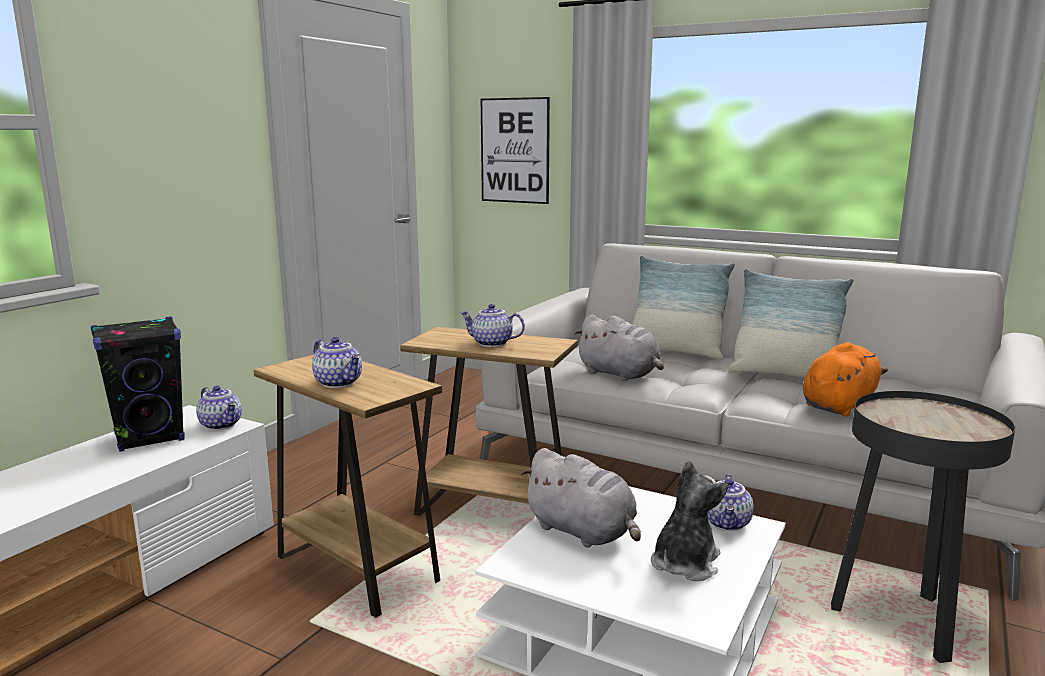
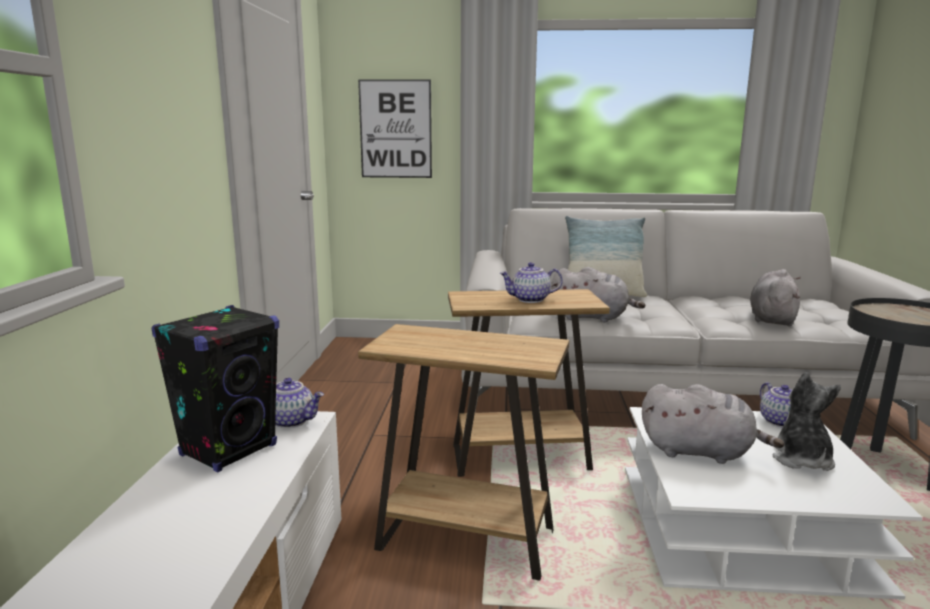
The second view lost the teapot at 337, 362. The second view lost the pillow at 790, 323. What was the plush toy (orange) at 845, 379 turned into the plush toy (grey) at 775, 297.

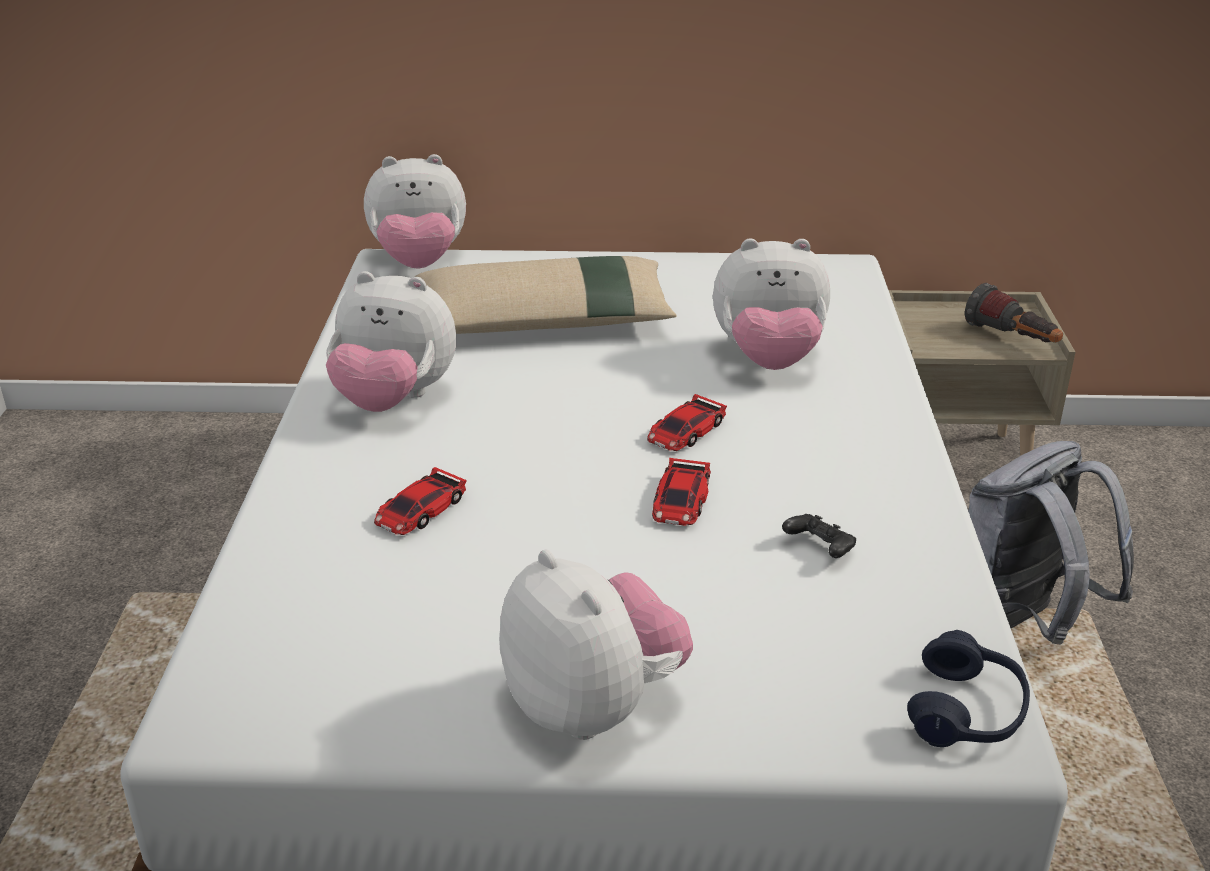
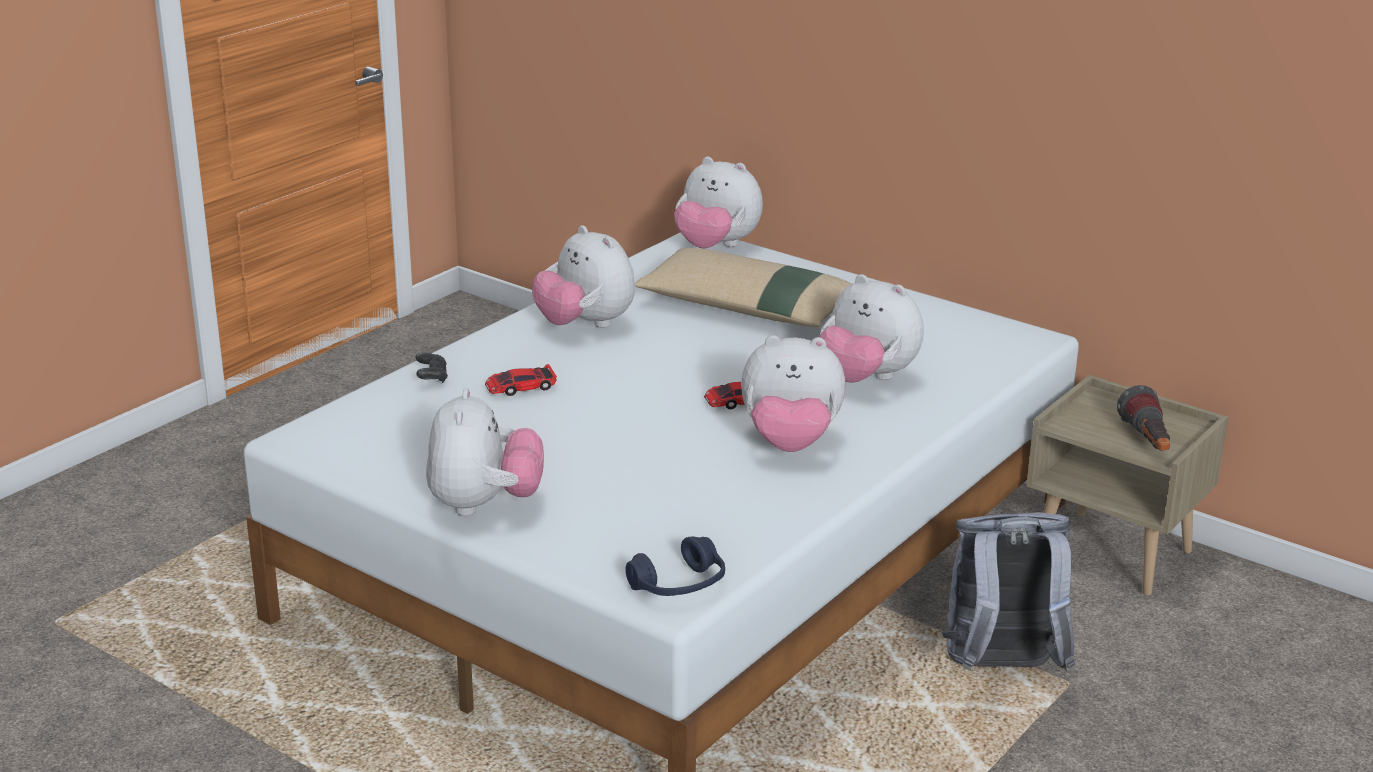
The second view lost the toy car at 681, 492. The second view gained the plush toy at 793, 393. The game controller (black) ended up elsewhere, having gone from 819, 536 to 432, 368.

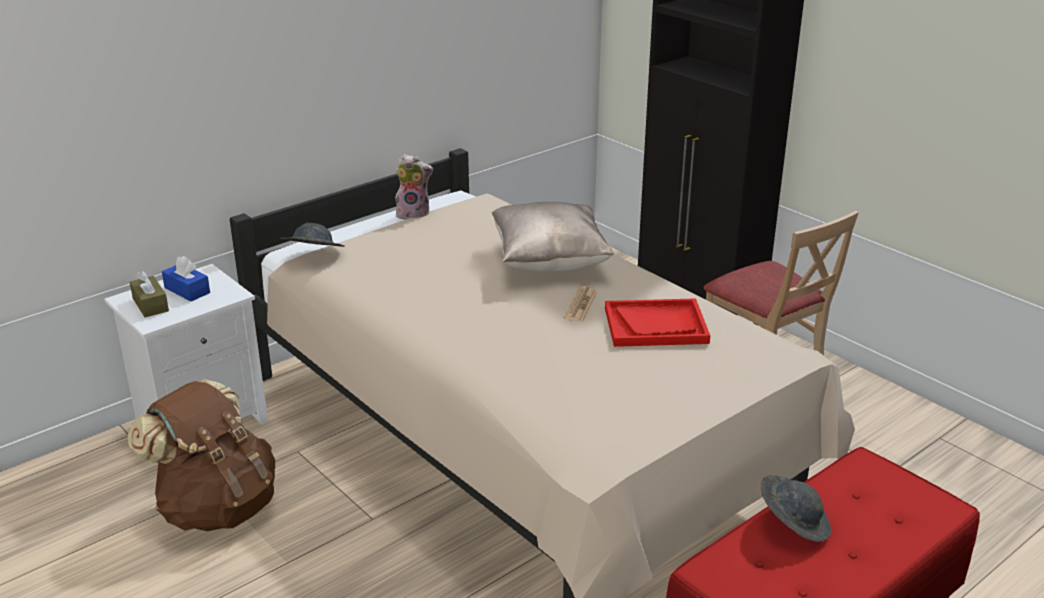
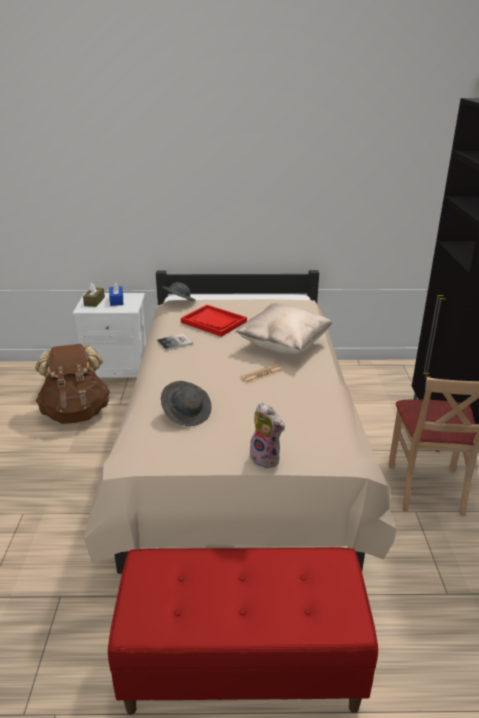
The second view gained the book at 175, 342. The plush toy ended up elsewhere, having gone from 414, 187 to 266, 436. The tray (red) ended up elsewhere, having gone from 657, 322 to 214, 321. The hat (grey) ended up elsewhere, having gone from 796, 508 to 186, 403.

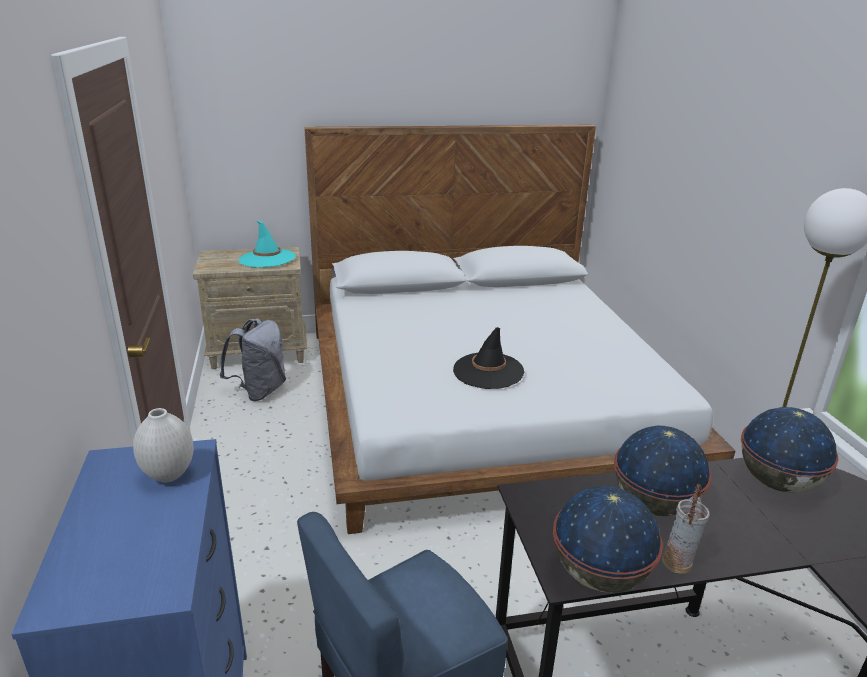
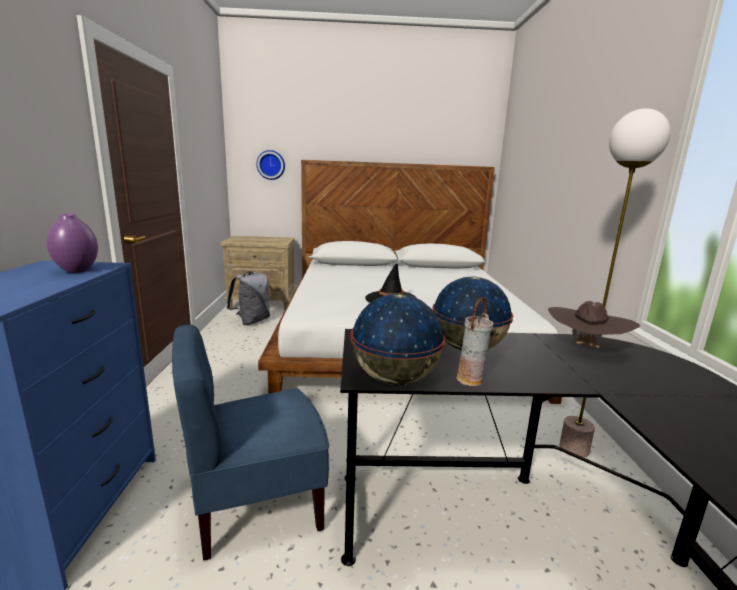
The second view lost the hat (turquoise) at 267, 244. The second view gained the wall clock at 271, 165. Where the globe stood at 789, 449, the hat (brown) came to stand at 594, 324. What was the vase (white) at 163, 445 turned into the vase (purple) at 72, 243.

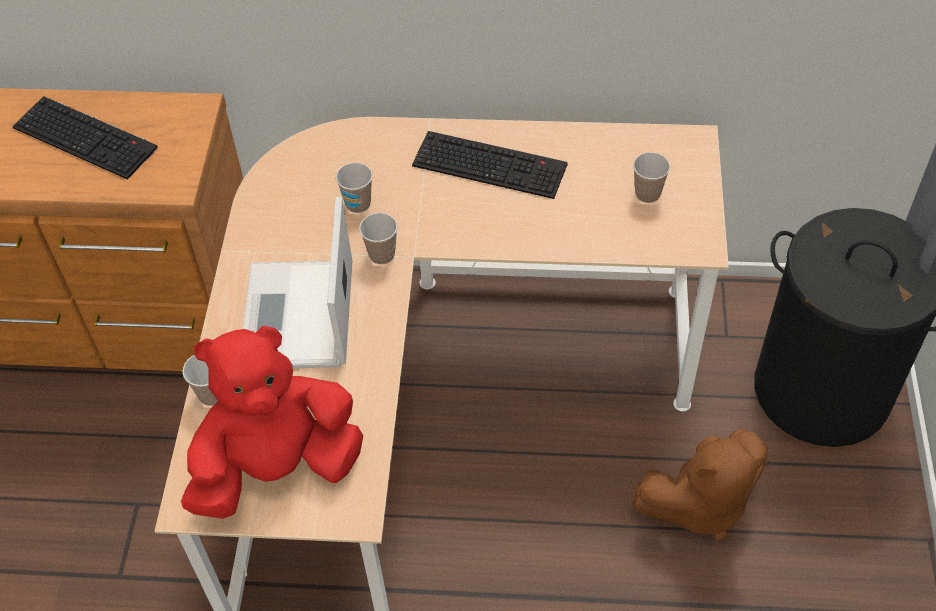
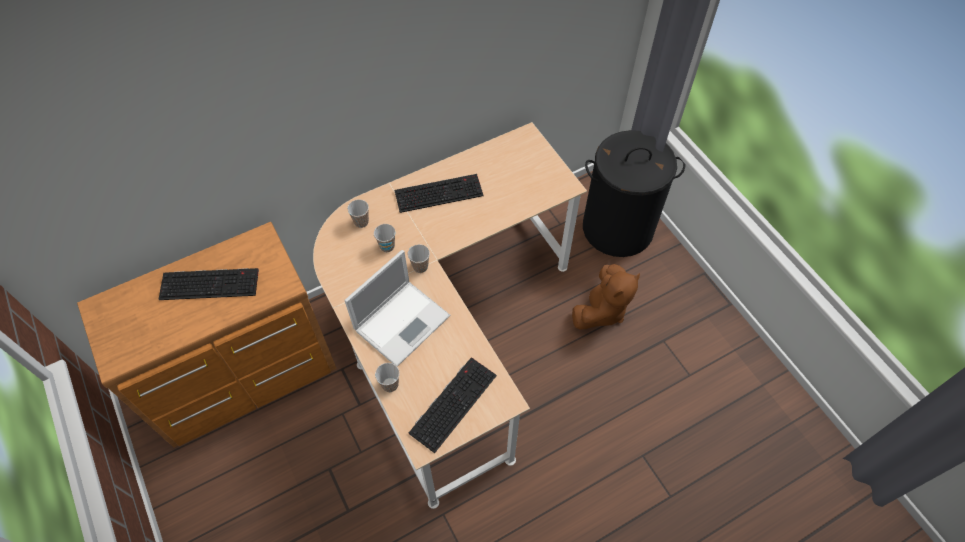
The cup ended up elsewhere, having gone from 651, 177 to 358, 213. Where the plush toy (red) stood at 272, 422, the keyboard came to stand at 453, 405. The laptop at 297, 282 ended up facing another way, 105 degrees counterclockwise from before.

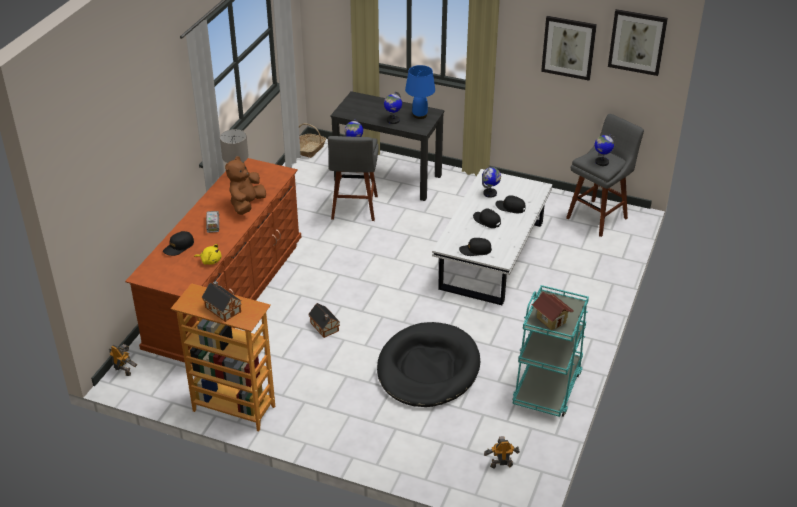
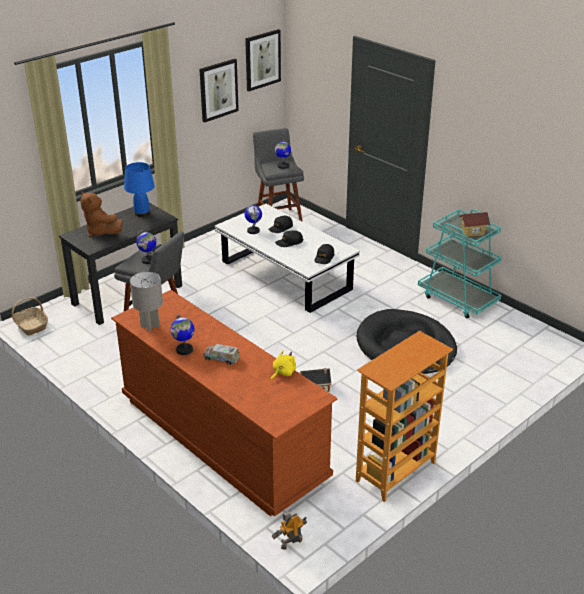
The second view lost the cap (black) at 178, 243. The second view lost the toy house at 222, 301. The second view lost the toy robot at 502, 452. The plush toy (brown) ended up elsewhere, having gone from 245, 185 to 101, 214. The globe ended up elsewhere, having gone from 393, 108 to 182, 334.

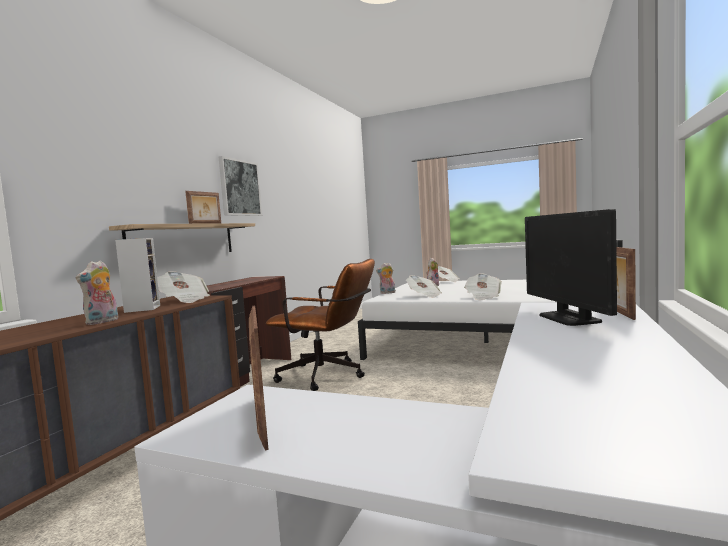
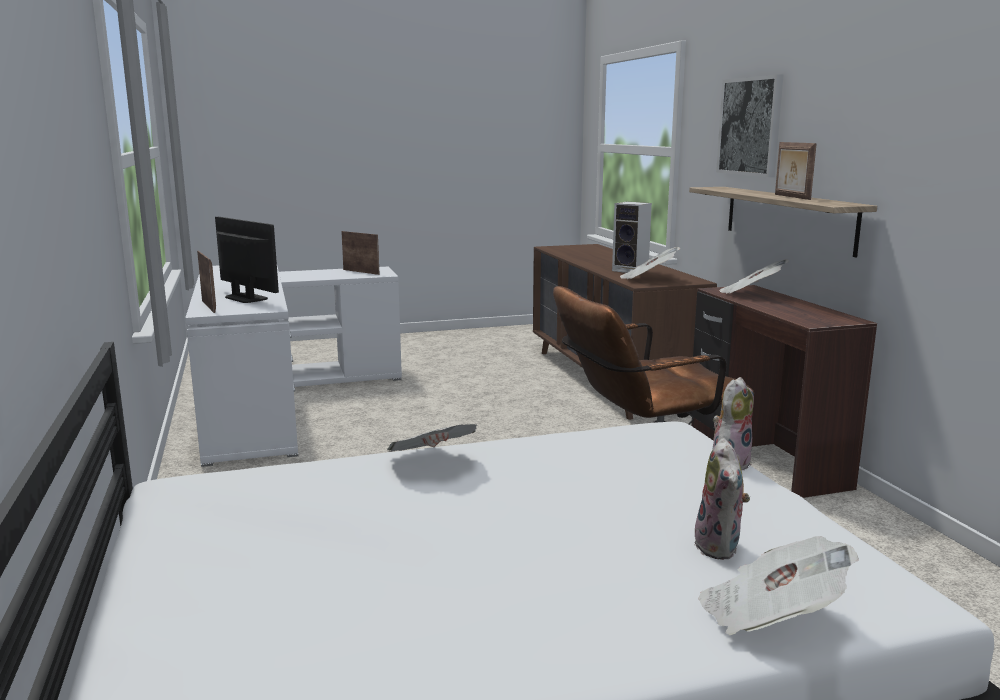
The second view lost the plush toy at 96, 293. The picture ended up elsewhere, having gone from 240, 186 to 749, 125. The newspaper ended up elsewhere, having gone from 424, 286 to 754, 276.

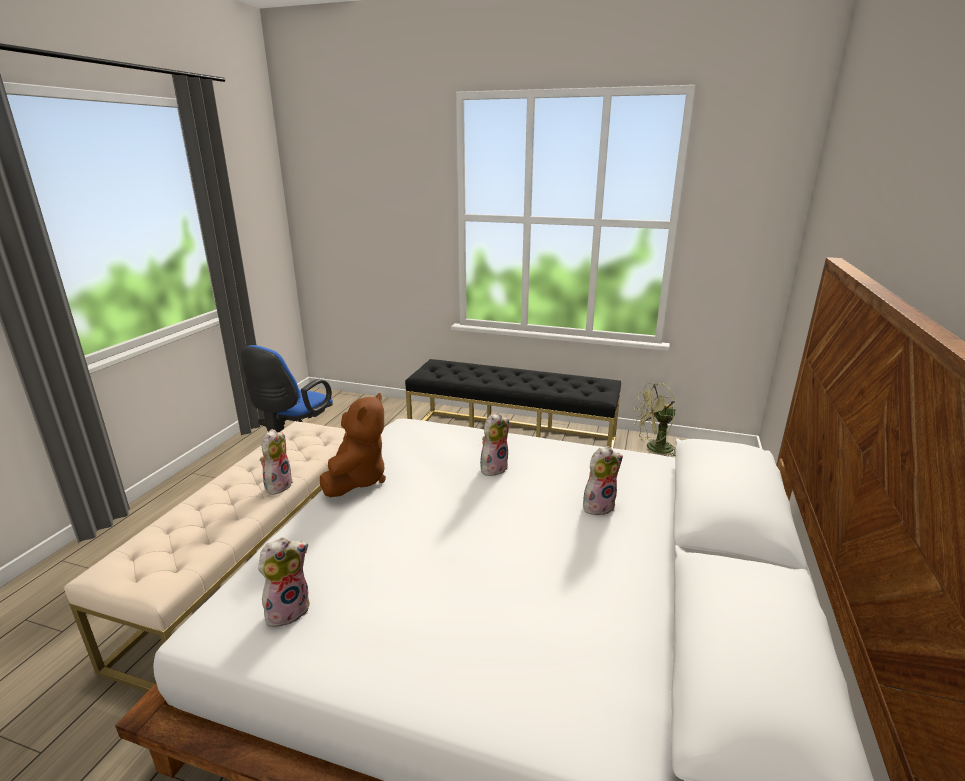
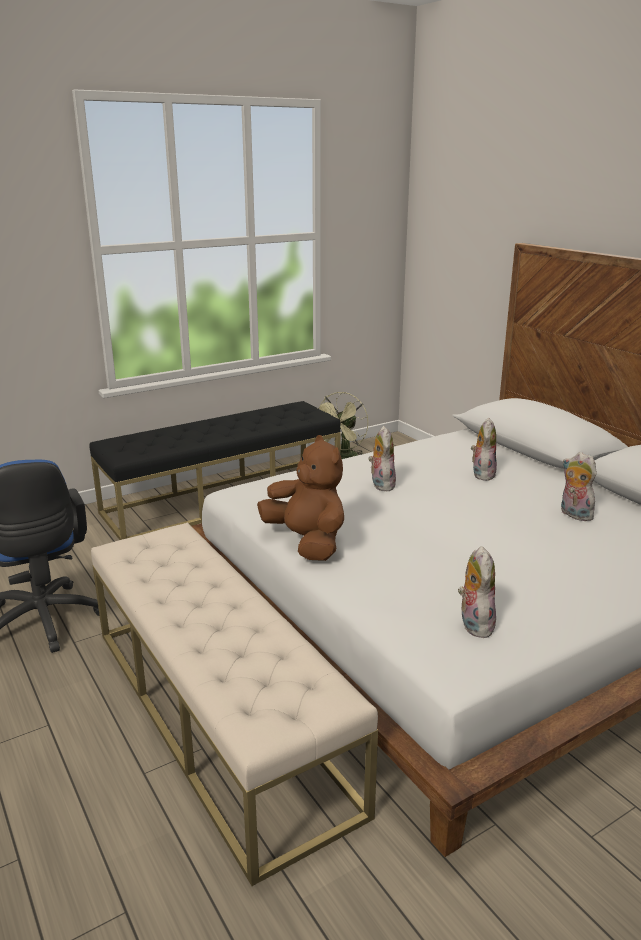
The plush toy ended up elsewhere, having gone from 276, 462 to 579, 486.

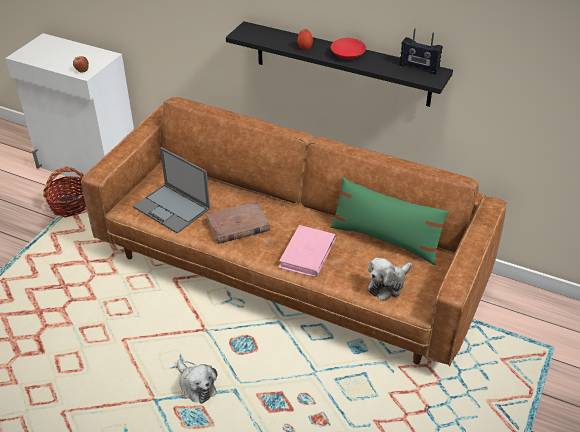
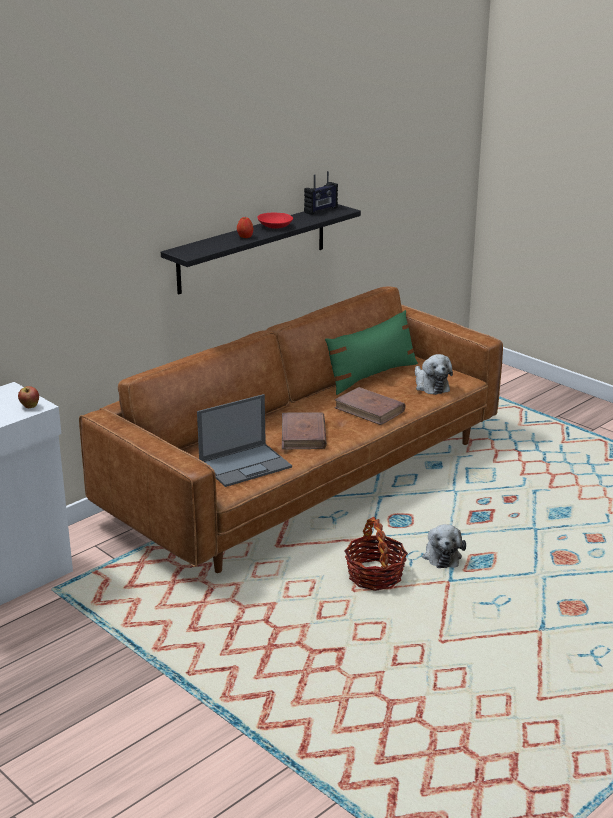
The basket ended up elsewhere, having gone from 64, 192 to 376, 554. What was the book (pink) at 307, 251 turned into the book (brown) at 369, 406. The plush toy at 197, 381 ended up facing another way, 105 degrees clockwise from before.

